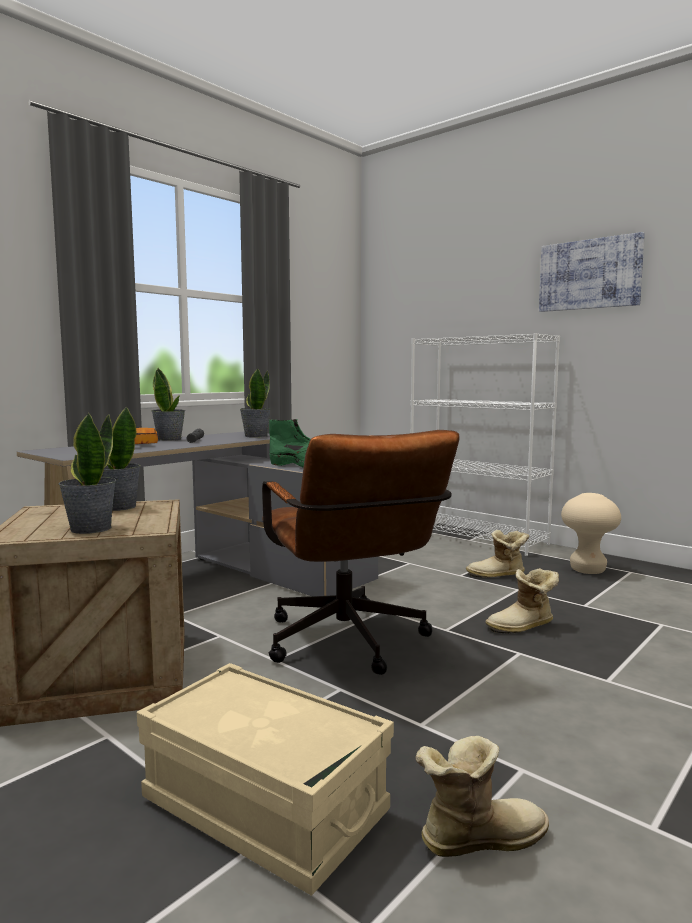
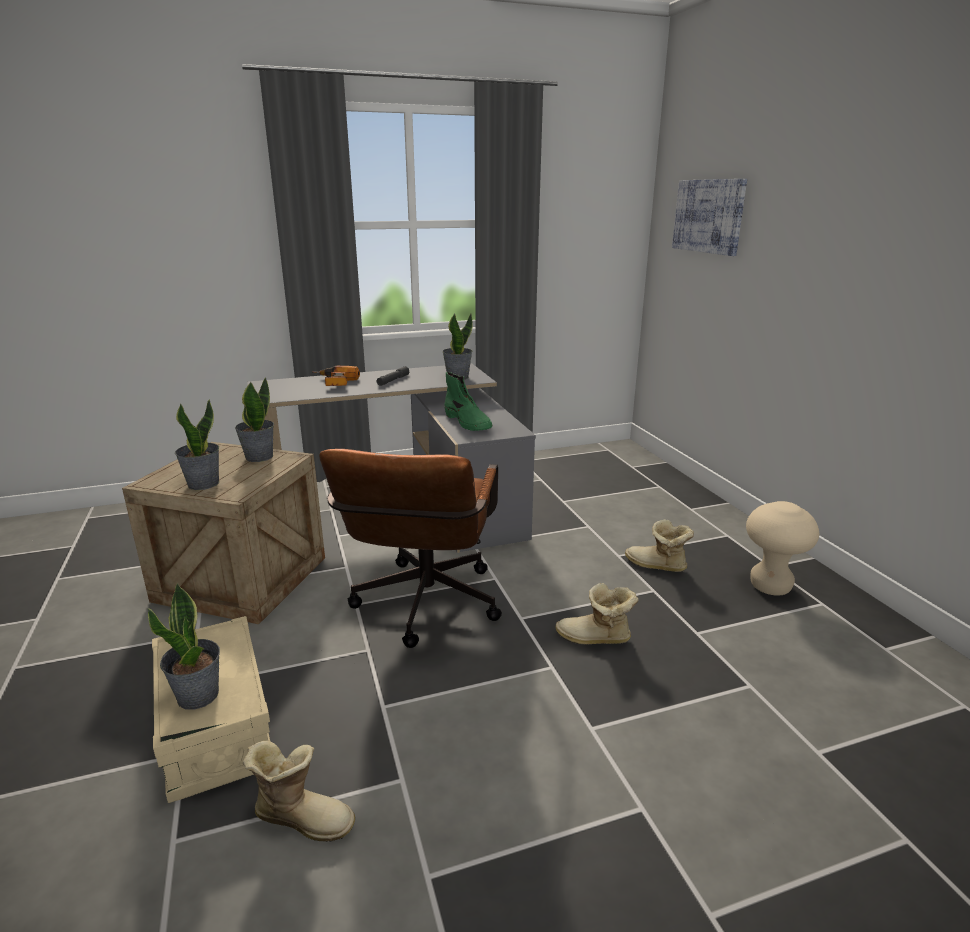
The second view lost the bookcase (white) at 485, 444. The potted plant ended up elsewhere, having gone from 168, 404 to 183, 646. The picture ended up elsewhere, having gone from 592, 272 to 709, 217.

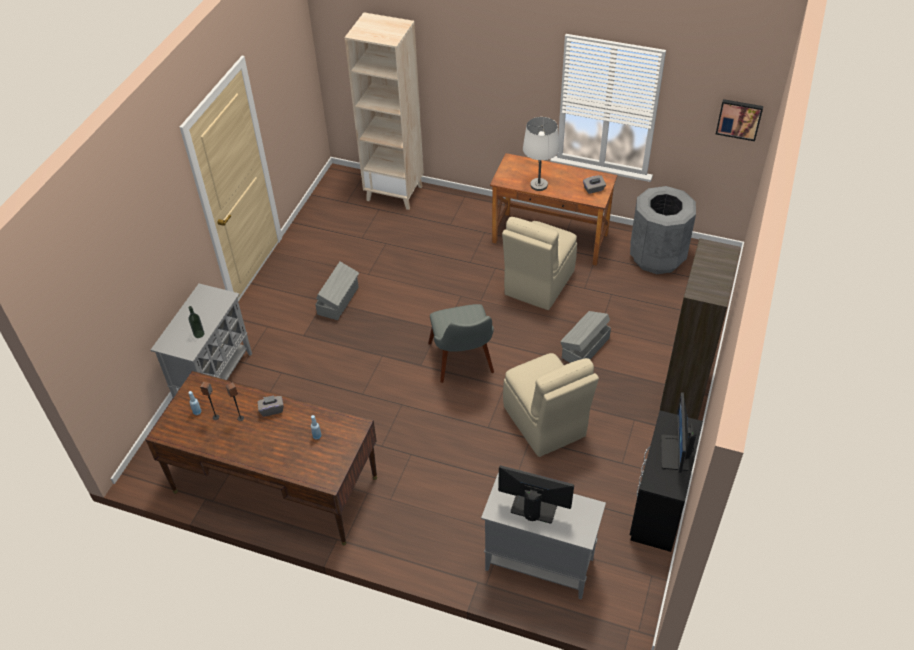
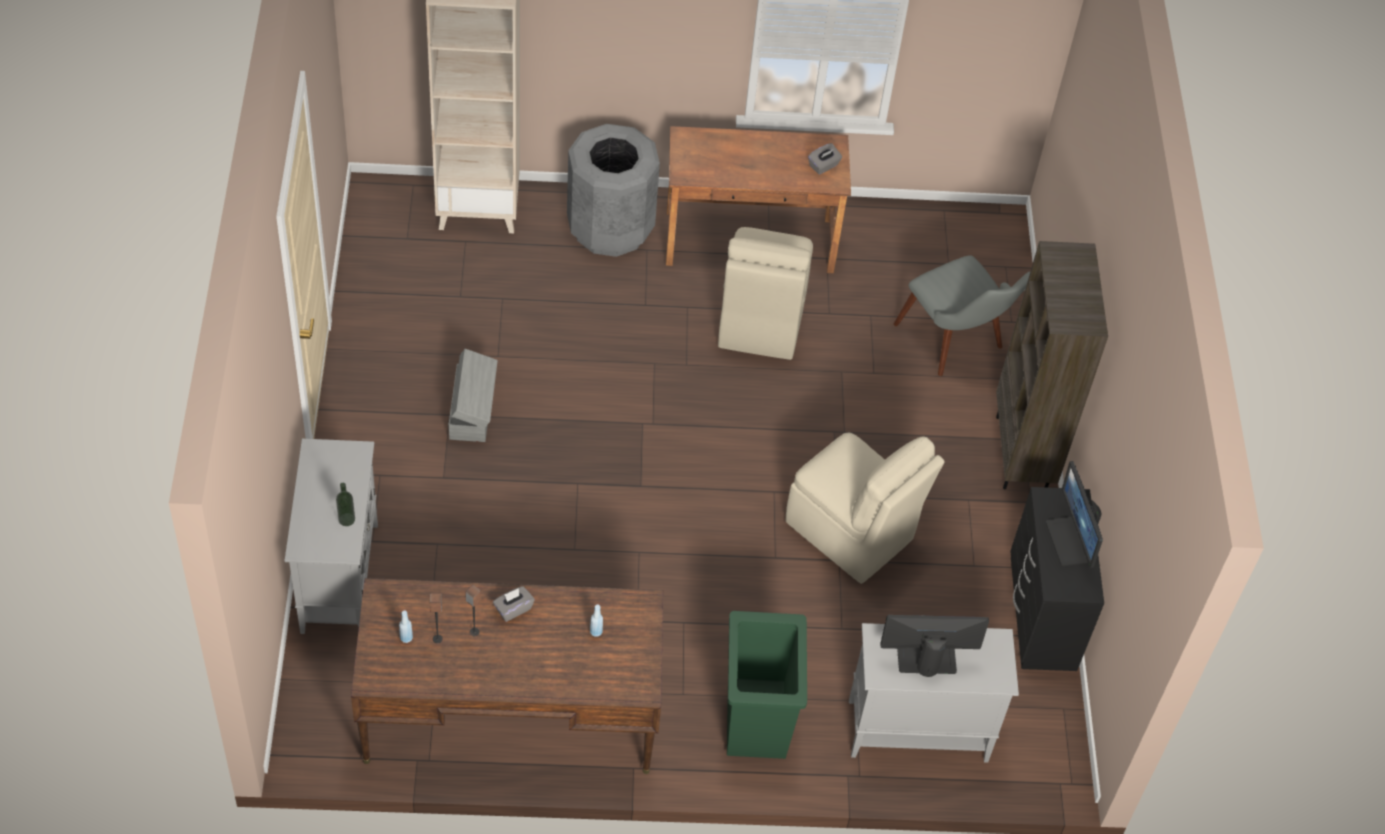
The second view lost the table lamp (white) at 541, 154. The second view lost the storage box (grey) at 585, 337. The second view lost the picture at 739, 120. The second view gained the trash can (green) at 767, 685. The chair (grey) ended up elsewhere, having gone from 461, 343 to 962, 315. The trash can (grey) ended up elsewhere, having gone from 663, 230 to 613, 190.

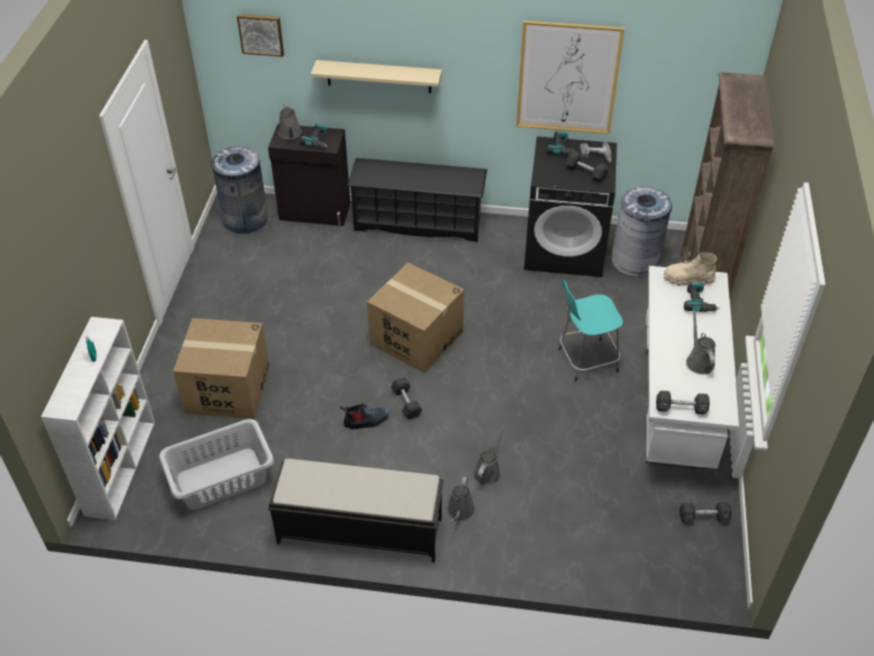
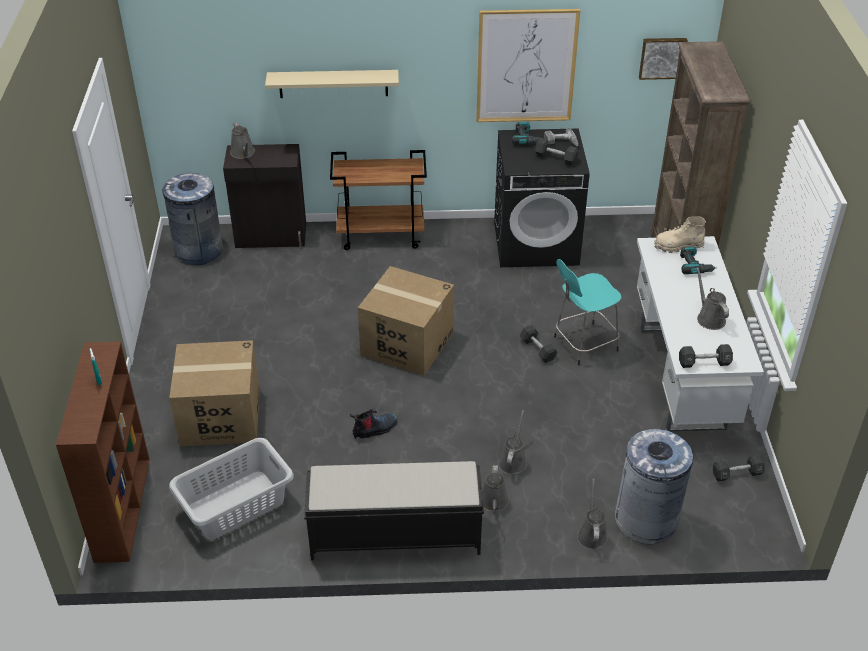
The second view lost the power drill at 314, 136. The second view gained the watering can (grey) at 592, 514. The picture ended up elsewhere, having gone from 260, 35 to 663, 59. The dumbbell (black) ended up elsewhere, having gone from 406, 398 to 538, 344. The trash can (grey) ended up elsewhere, having gone from 641, 232 to 654, 486. Where the shoe rack (black) stood at 417, 200, the cart (brown) came to stand at 378, 200. What was the bookcase (white) at 98, 418 turned into the bookcase (brown) at 103, 452.

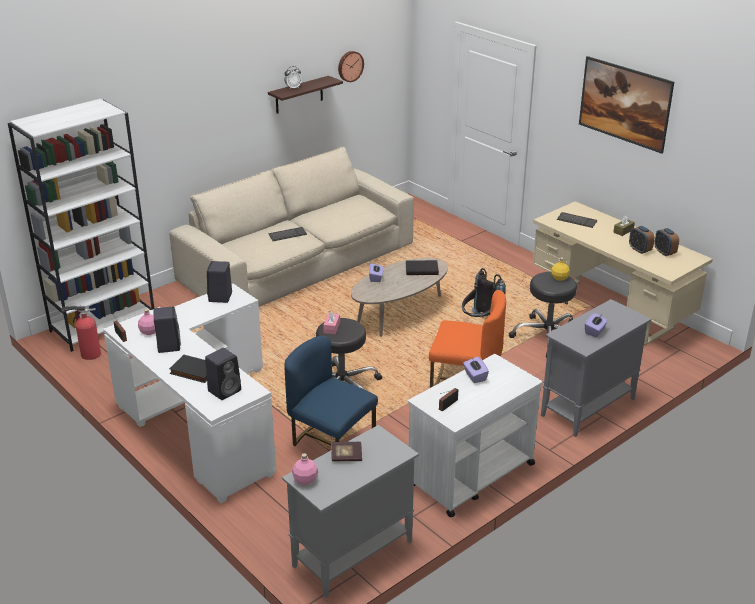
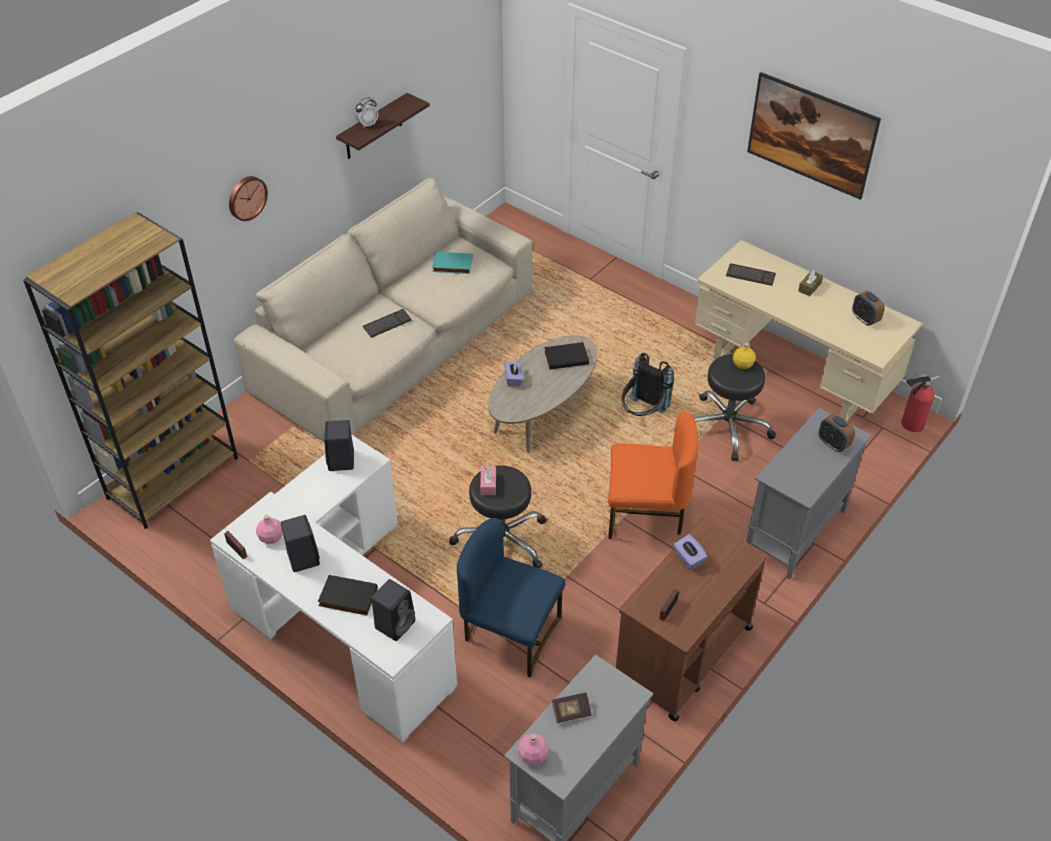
The second view lost the tissue box (purple) at 596, 325. The second view gained the book (turquoise) at 452, 263. The fire extinguisher ended up elsewhere, having gone from 81, 332 to 920, 403. The wall clock ended up elsewhere, having gone from 351, 66 to 248, 198. The alarm clock ended up elsewhere, having gone from 642, 240 to 837, 433. What was the bookcase (white) at 81, 225 turned into the bookcase (brown) at 130, 370. What was the cart (white) at 475, 435 turned into the cart (brown) at 692, 619.

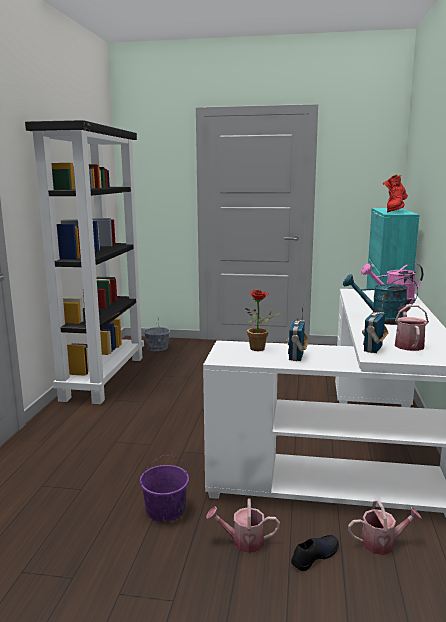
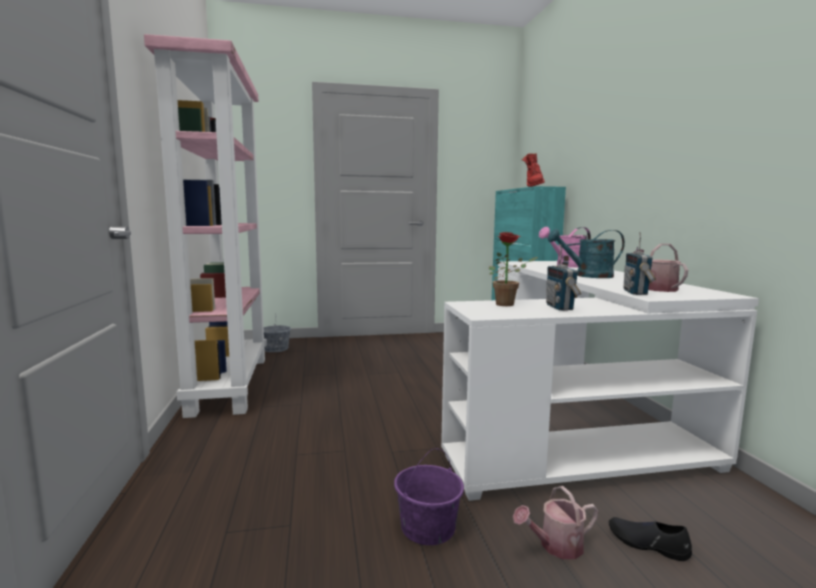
The second view lost the watering can at 385, 527. What was the bookcase (black) at 84, 262 turned into the bookcase (pink) at 205, 226. The shoe (black) at 315, 553 ended up facing another way, 90 degrees counterclockwise from before.

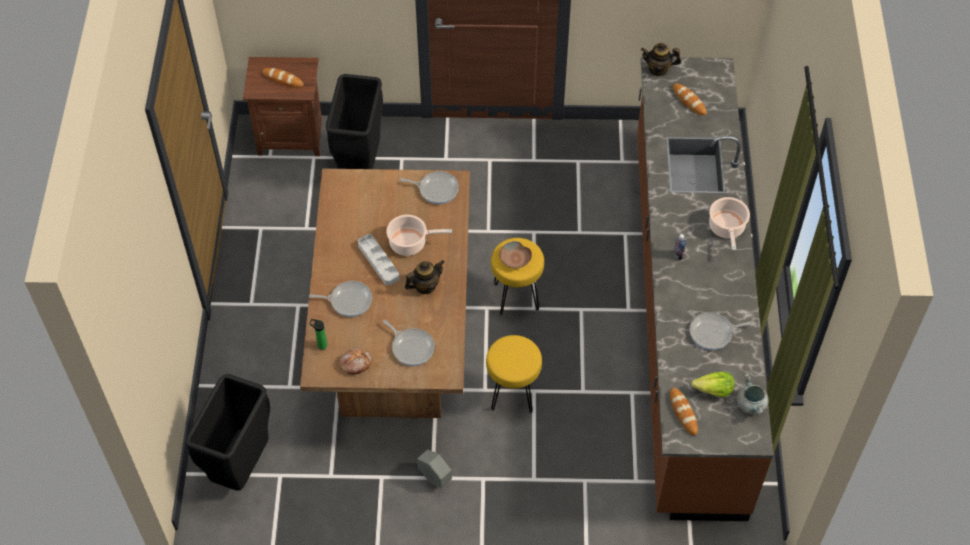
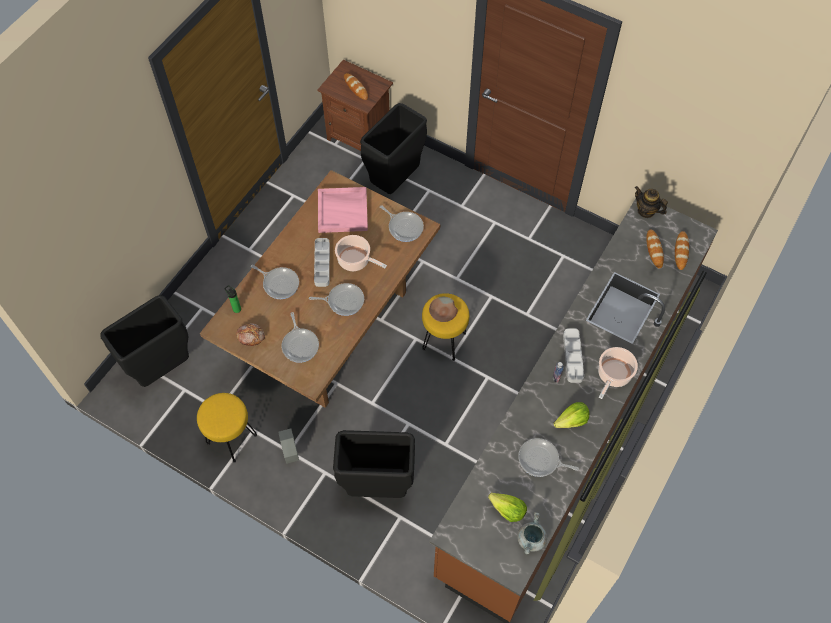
The second view gained the tray (pink) at 343, 210. The second view gained the trash can (black) at 374, 464. The second view gained the lettuce at 571, 415. The second view gained the tray (grey) at 573, 355. The stool (yellow) ended up elsewhere, having gone from 514, 374 to 227, 428. The bread ended up elsewhere, having gone from 684, 411 to 682, 250. Where the teapot stood at 425, 277, the frying pan came to stand at 336, 299.

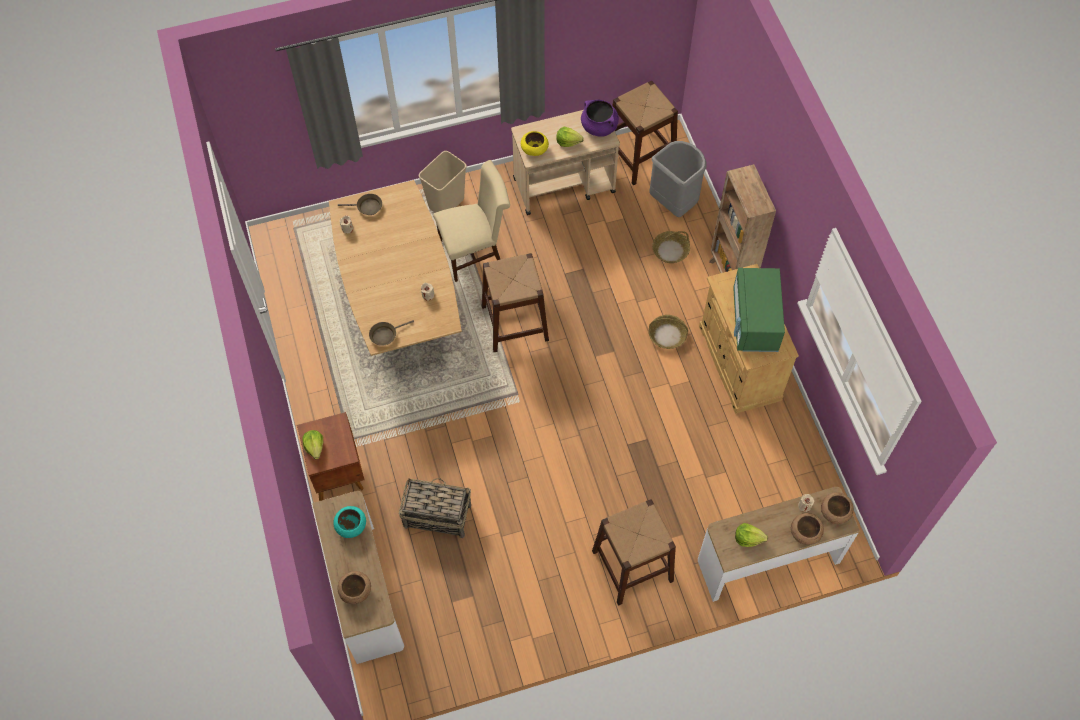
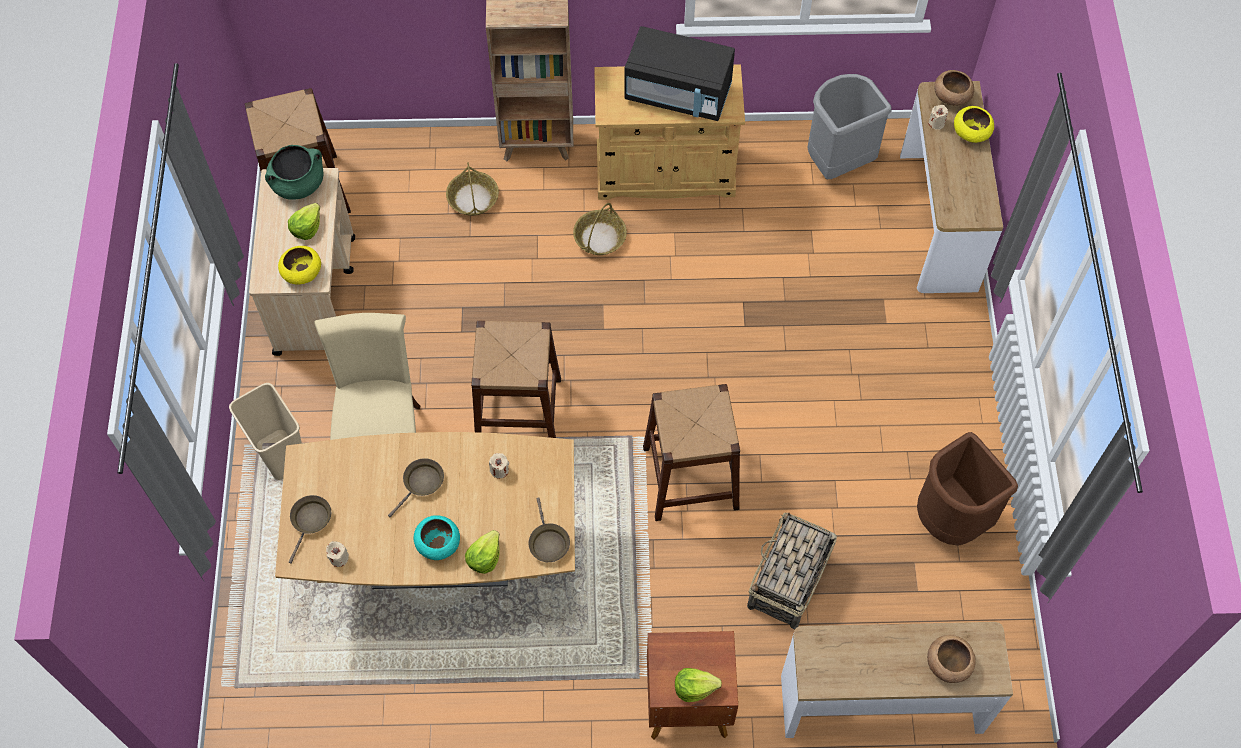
The second view gained the frying pan (brown) at 416, 487. The second view gained the trash can (brown) at 967, 489. The bowl (turquoise) ended up elsewhere, having gone from 349, 522 to 436, 537. The stool (brown) ended up elsewhere, having gone from 634, 552 to 691, 452. The trash can (grey) ended up elsewhere, having gone from 678, 179 to 849, 126. The lettuce ended up elsewhere, having gone from 751, 535 to 482, 552. What was the cooking pot (purple) at 600, 118 turned into the cooking pot (green) at 294, 172. What was the microwave (green) at 759, 310 turned into the microwave (black) at 679, 73. What was the bowl (brown) at 807, 529 turned into the bowl (yellow) at 974, 124.

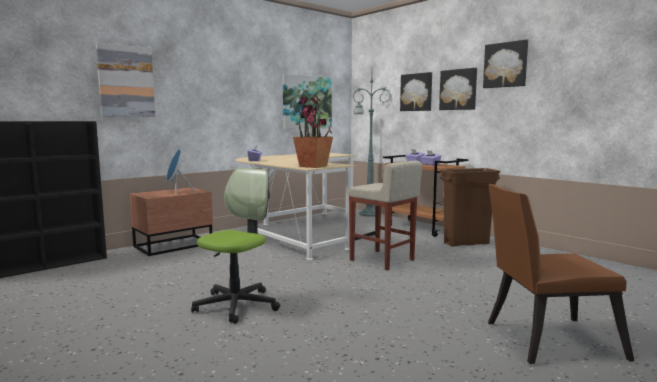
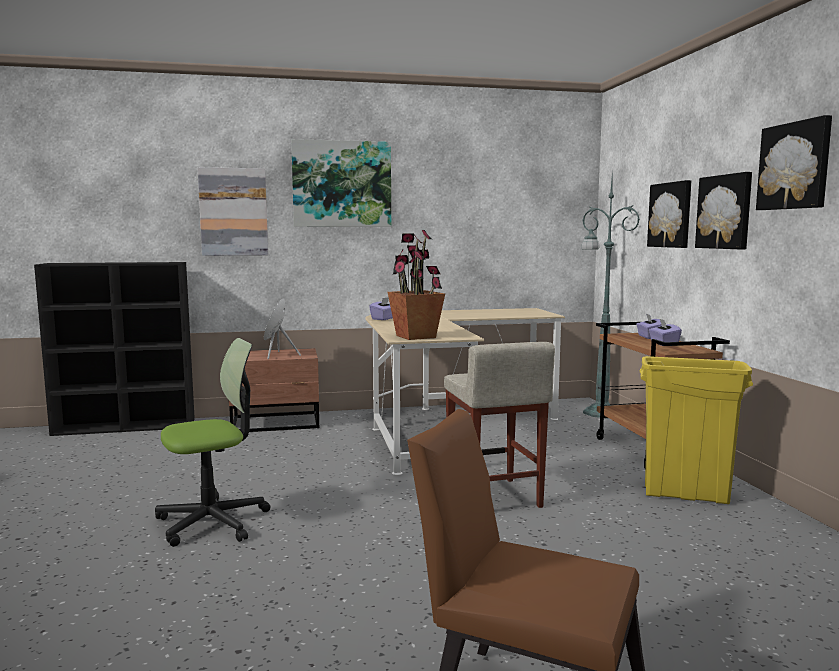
The picture ended up elsewhere, having gone from 307, 101 to 341, 183. What was the trash can (brown) at 470, 207 turned into the trash can (yellow) at 696, 430.

